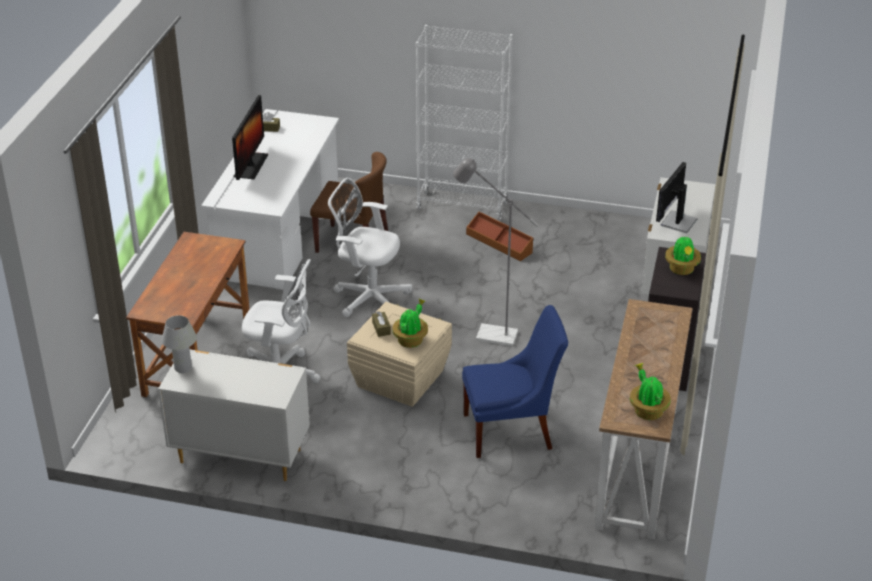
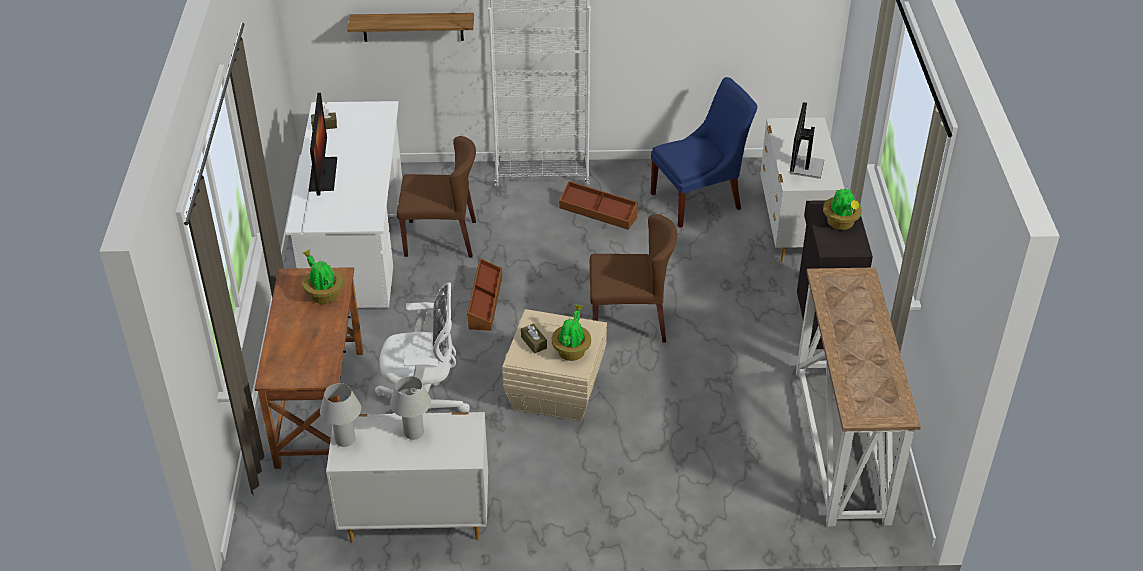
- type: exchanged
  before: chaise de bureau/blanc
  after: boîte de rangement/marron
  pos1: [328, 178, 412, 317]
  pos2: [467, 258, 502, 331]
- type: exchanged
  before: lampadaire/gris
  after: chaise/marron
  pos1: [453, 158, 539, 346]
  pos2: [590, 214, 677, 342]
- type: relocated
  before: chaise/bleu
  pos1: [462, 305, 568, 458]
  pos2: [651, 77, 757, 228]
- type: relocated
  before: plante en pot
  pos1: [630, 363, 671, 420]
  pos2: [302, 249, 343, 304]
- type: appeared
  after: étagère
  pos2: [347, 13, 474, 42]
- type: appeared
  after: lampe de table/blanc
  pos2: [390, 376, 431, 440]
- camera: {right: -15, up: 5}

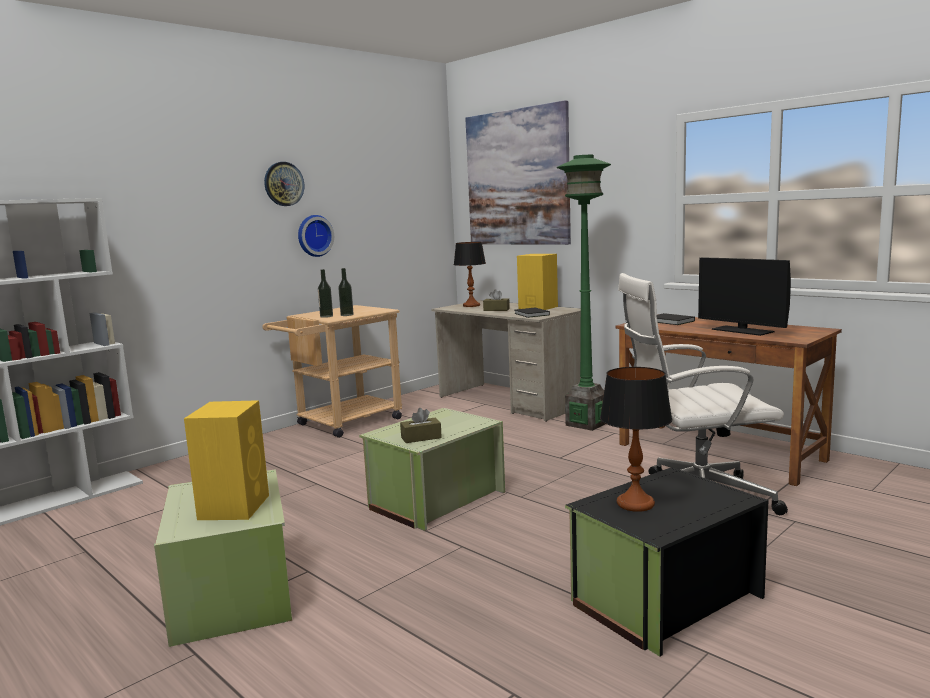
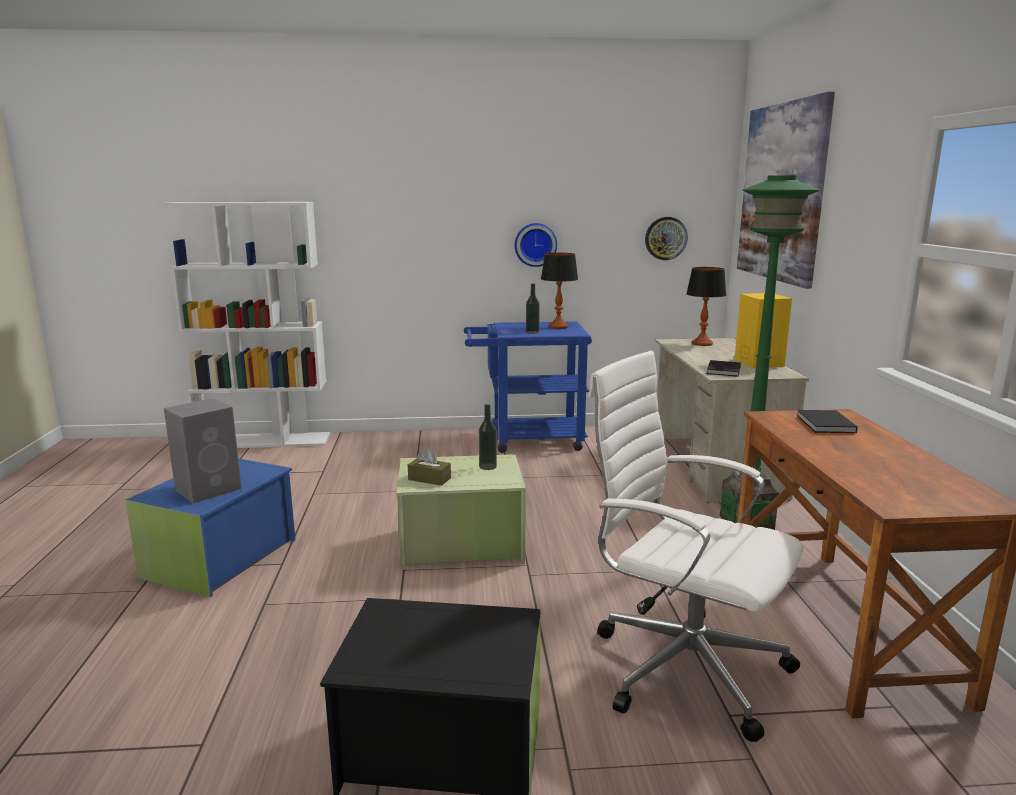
- type: colour
  before: boîte de rangement/vert
  after: boîte de rangement/bleu
  pos1: [154, 469, 292, 647]
  pos2: [125, 459, 295, 598]
- type: colour
  before: enceinte/jaune
  after: enceinte/gris
  pos1: [184, 400, 269, 520]
  pos2: [164, 398, 242, 504]
- type: colour
  before: chariot/beige
  after: chariot/bleu
  pos1: [262, 305, 402, 438]
  pos2: [464, 322, 592, 453]
- type: relocated
  before: horloge murale
  pos1: [264, 162, 304, 206]
  pos2: [645, 217, 688, 260]
- type: relocated
  before: bouteille
  pos1: [318, 269, 333, 318]
  pos2: [479, 404, 497, 470]
- type: missing
  before: boîte à mouchoirs/marron
  pos1: [483, 289, 510, 311]
- type: relocated
  before: lampe de table
  pos1: [600, 367, 672, 512]
  pos2: [541, 253, 578, 329]
- type: missing
  before: écran d'ordinateur
  pos1: [698, 257, 791, 336]
- camera: {right: 40, up: 5}

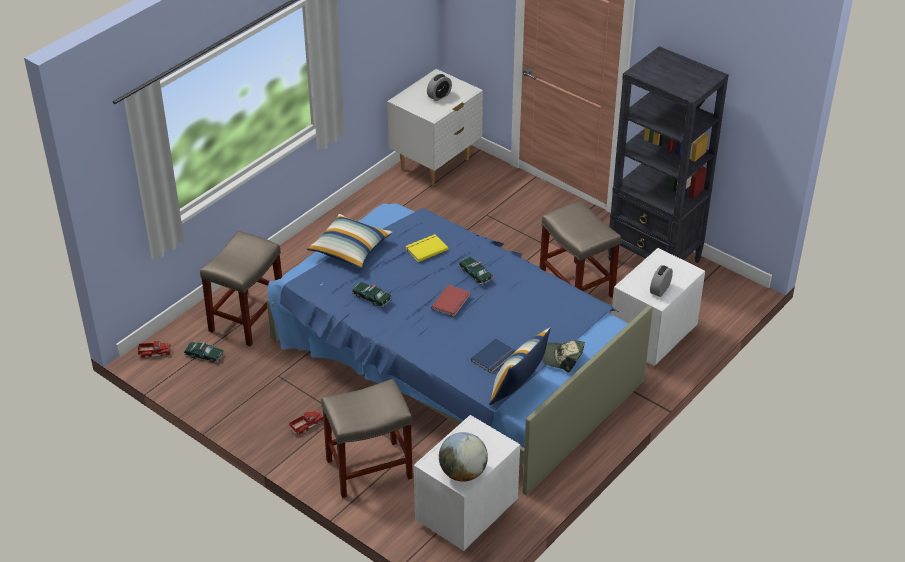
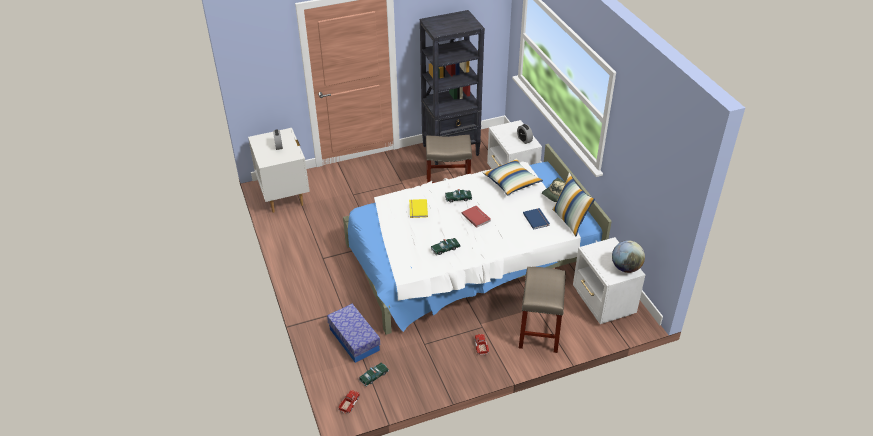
- type: exchanged
  before: tabouret/beige
  after: boîte de rangement
  pos1: [200, 231, 282, 347]
  pos2: [327, 304, 380, 363]
- type: colour
  before: lit/bleu
  after: lit/blanc
  pos1: [267, 203, 653, 496]
  pos2: [343, 144, 612, 335]
- type: relocated
  before: coussin
  pos1: [307, 214, 393, 269]
  pos2: [482, 158, 543, 196]
- camera: {right: -60, up: 0}

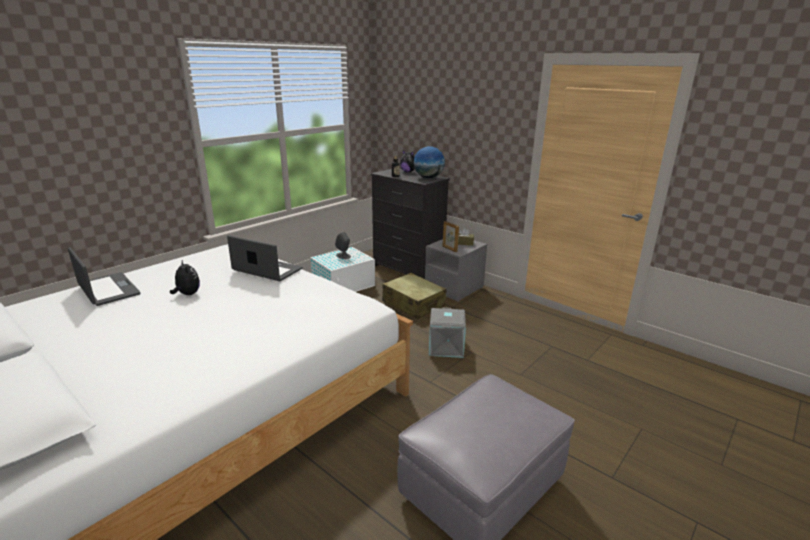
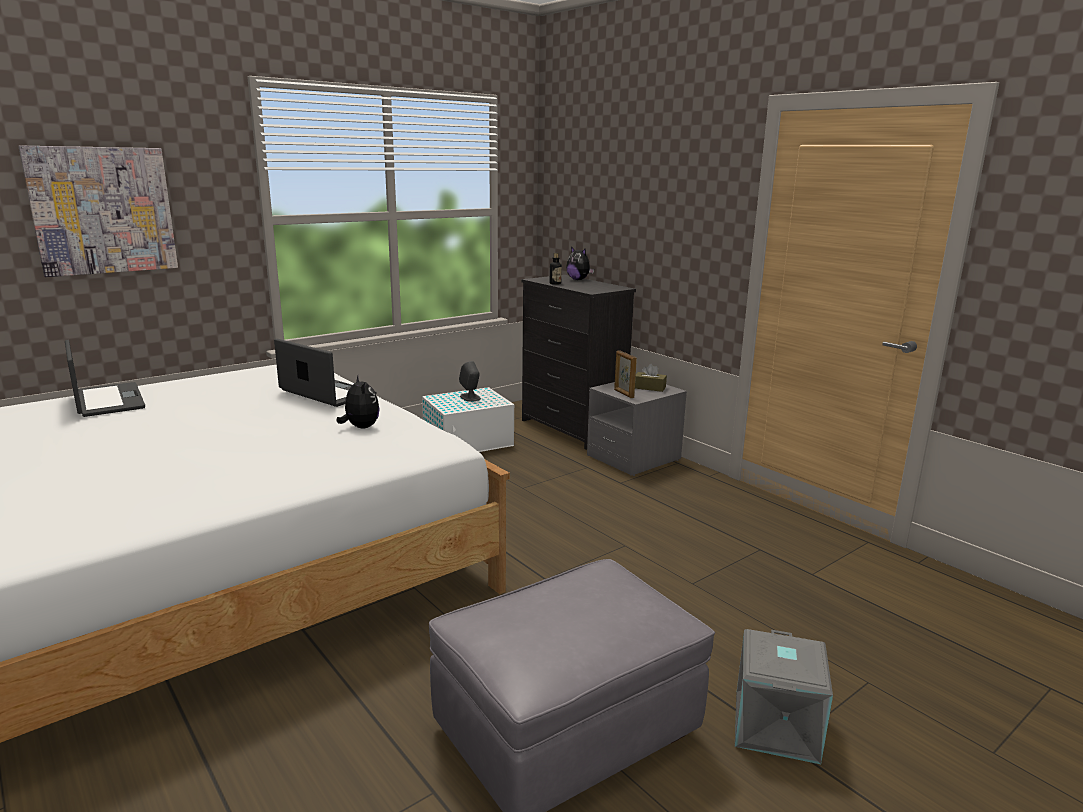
- type: relocated
  before: peluche
  pos1: [170, 260, 200, 295]
  pos2: [337, 376, 379, 429]
- type: missing
  before: valise/beige
  pos1: [382, 273, 447, 319]
- type: missing
  before: globe
  pos1: [414, 146, 445, 178]
- type: relocated
  before: boîte de rangement/gris
  pos1: [429, 307, 466, 358]
  pos2: [735, 629, 833, 764]
- type: appeared
  after: tableau
  pos2: [18, 145, 178, 277]
- camera: {right: 10, up: -5}

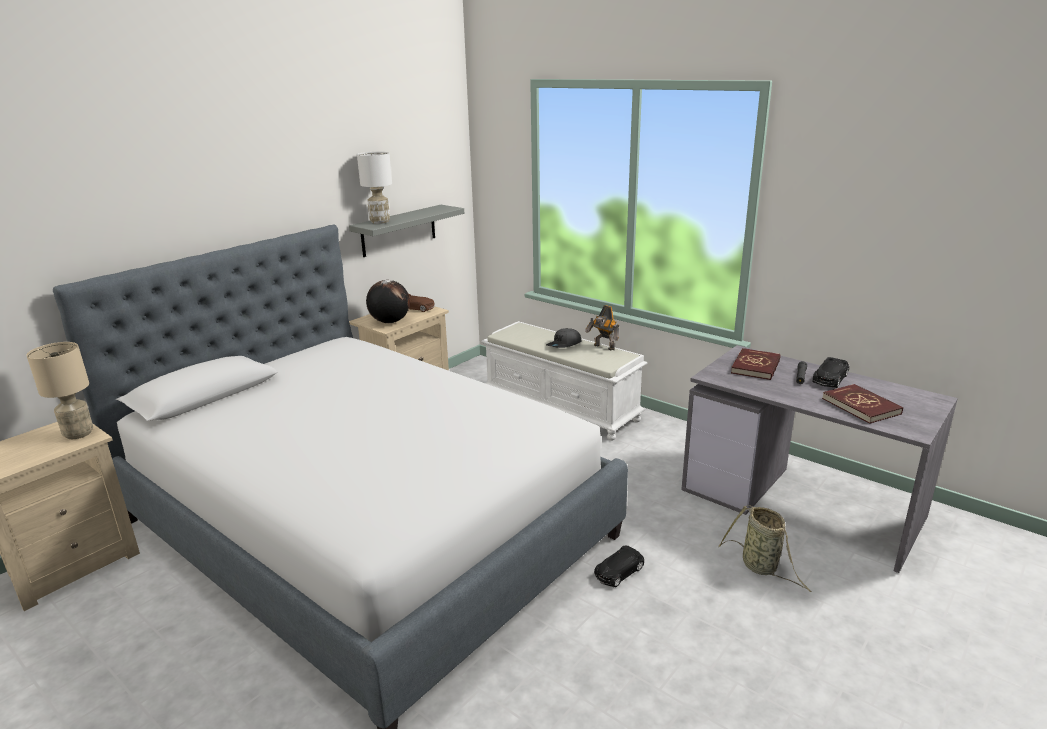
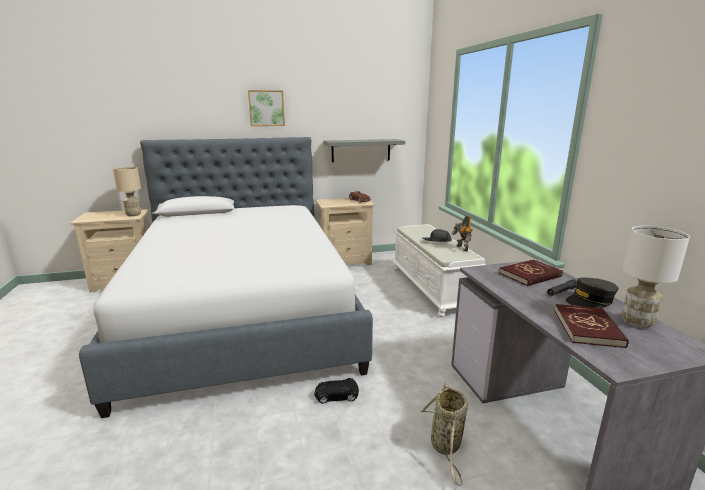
- type: relocated
  before: lampe de table/blanc
  pos1: [357, 152, 392, 224]
  pos2: [622, 226, 690, 328]
- type: missing
  before: globe
  pos1: [366, 280, 410, 323]
- type: exchanged
  before: petite voiture/noir
  after: casquette/gris
  pos1: [812, 357, 849, 388]
  pos2: [566, 278, 618, 308]
- type: appeared
  after: tableau
  pos2: [248, 90, 285, 126]
- camera: {right: 35, up: -5}

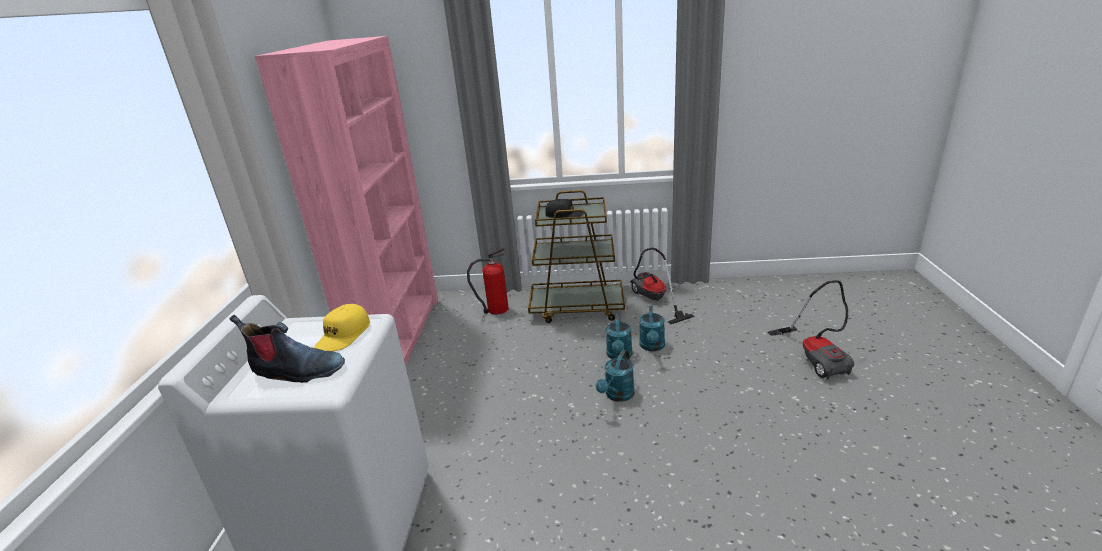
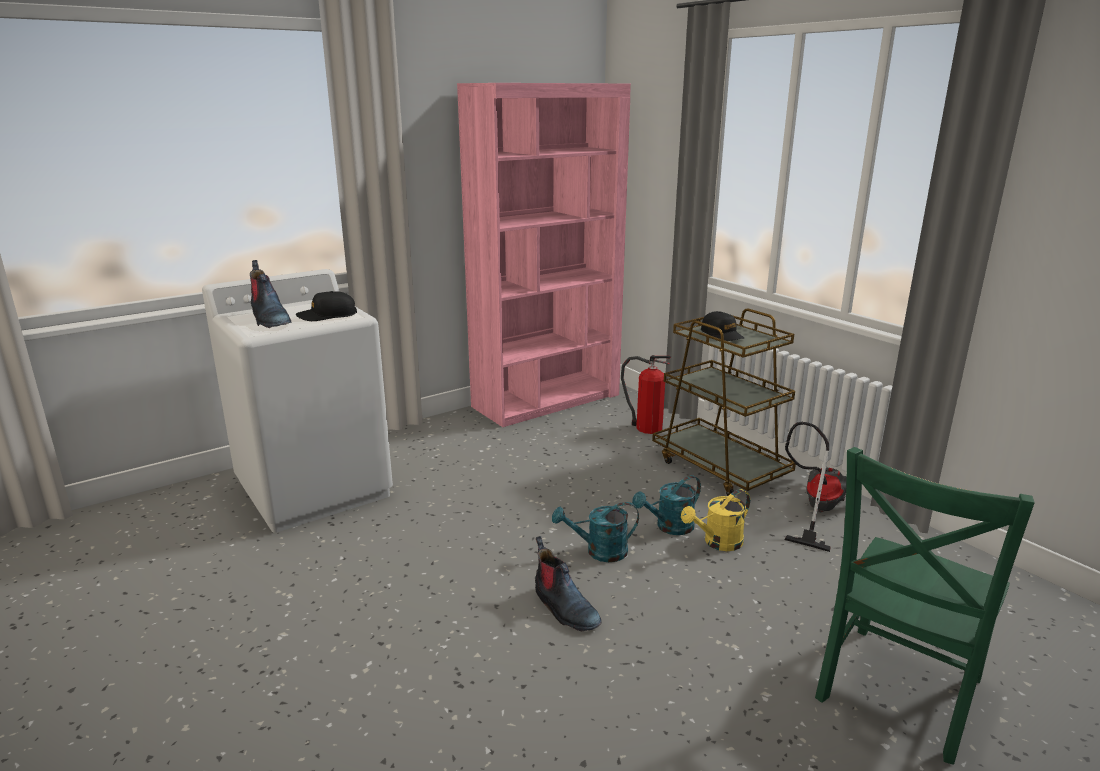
- type: colour
  before: casquette/jaune
  after: casquette/noir
  pos1: [314, 304, 370, 351]
  pos2: [296, 291, 357, 321]
- type: colour
  before: arrosoir/turquoise
  after: arrosoir/jaune
  pos1: [639, 306, 665, 352]
  pos2: [681, 489, 750, 551]
- type: exchanged
  before: aspirateur
  after: chaise/vert
  pos1: [768, 280, 854, 380]
  pos2: [815, 447, 1035, 765]
- type: appeared
  after: botte
  pos2: [535, 536, 602, 631]
- camera: {right: 50, up: -5}

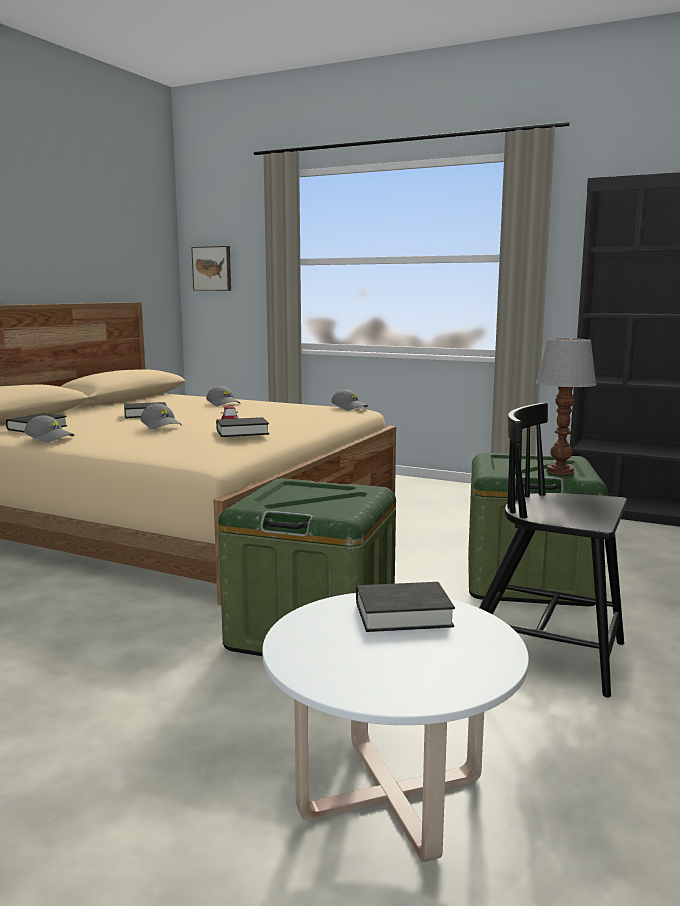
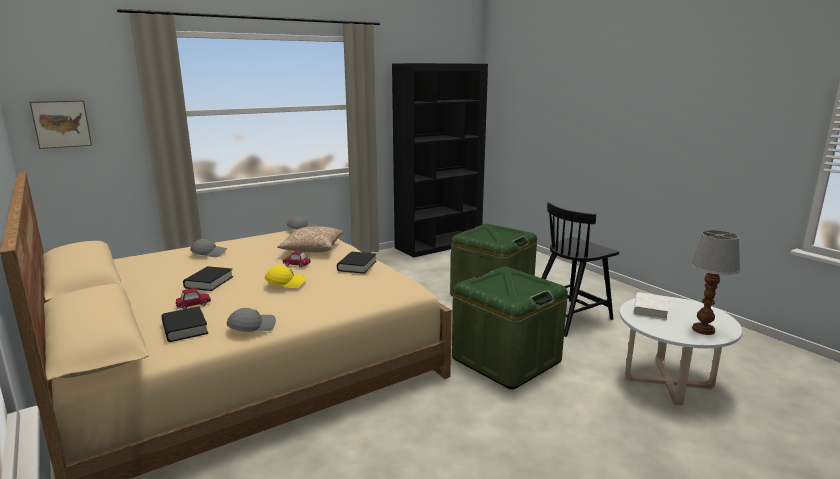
- type: colour
  before: casquette/gris
  after: casquette/jaune
  pos1: [140, 404, 182, 429]
  pos2: [265, 265, 306, 288]
- type: colour
  before: livre/noir
  after: livre/blanc
  pos1: [356, 582, 455, 632]
  pos2: [634, 292, 669, 320]
- type: relocated
  before: lampe de table
  pos1: [536, 338, 597, 475]
  pos2: [690, 230, 741, 335]
- type: appeared
  after: petite voiture
  pos2: [176, 288, 211, 309]
- type: appeared
  after: coussin
  pos2: [277, 226, 343, 252]
- camera: {right: -60, up: 5}

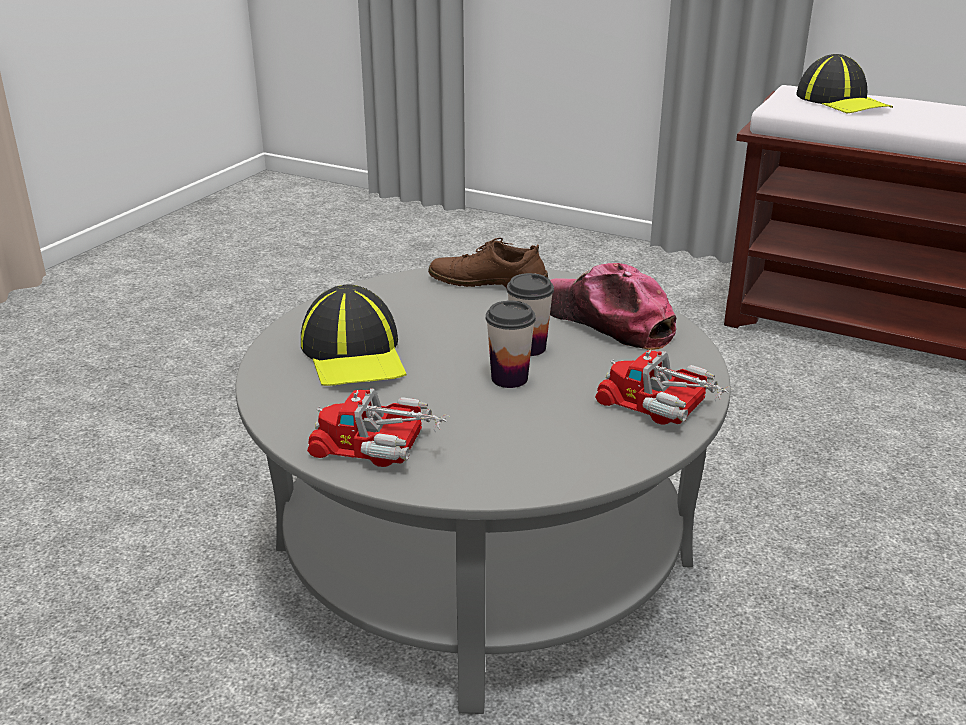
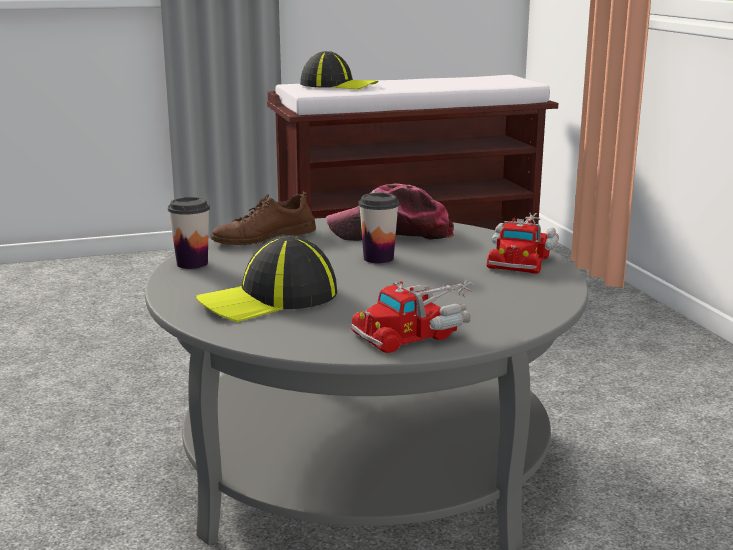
- type: spun
  before: casquette
  pos1: [301, 285, 407, 386]
  pos2: [196, 235, 337, 322]
  turn: 120
- type: relocated
  before: tasse
  pos1: [486, 300, 536, 388]
  pos2: [168, 197, 210, 269]
- type: spun
  before: camion jouet
  pos1: [595, 350, 732, 424]
  pos2: [487, 213, 559, 274]
  turn: -60
- camera: {right: -45, up: -10}

